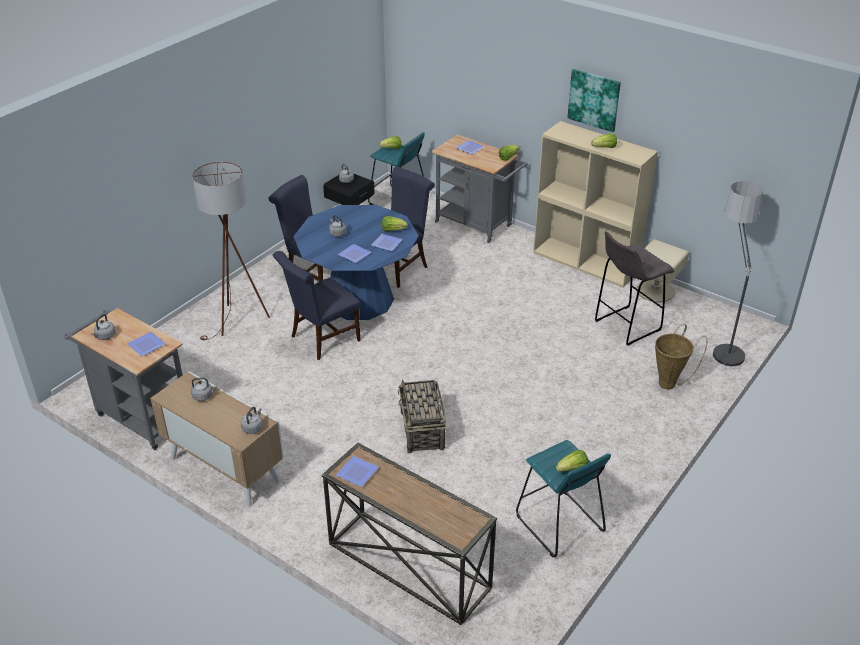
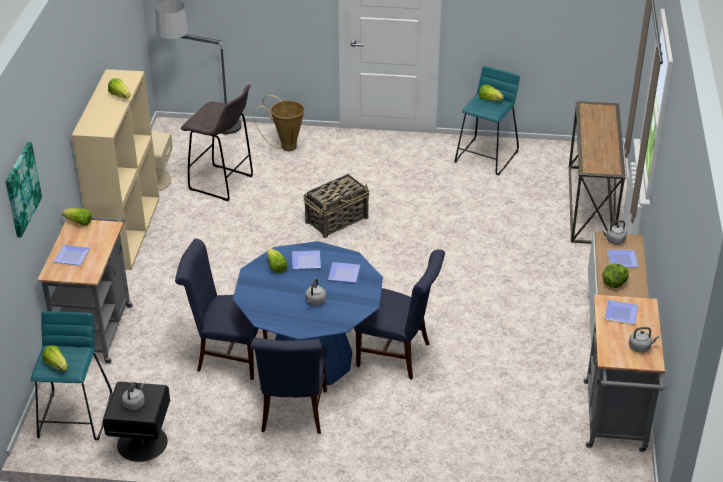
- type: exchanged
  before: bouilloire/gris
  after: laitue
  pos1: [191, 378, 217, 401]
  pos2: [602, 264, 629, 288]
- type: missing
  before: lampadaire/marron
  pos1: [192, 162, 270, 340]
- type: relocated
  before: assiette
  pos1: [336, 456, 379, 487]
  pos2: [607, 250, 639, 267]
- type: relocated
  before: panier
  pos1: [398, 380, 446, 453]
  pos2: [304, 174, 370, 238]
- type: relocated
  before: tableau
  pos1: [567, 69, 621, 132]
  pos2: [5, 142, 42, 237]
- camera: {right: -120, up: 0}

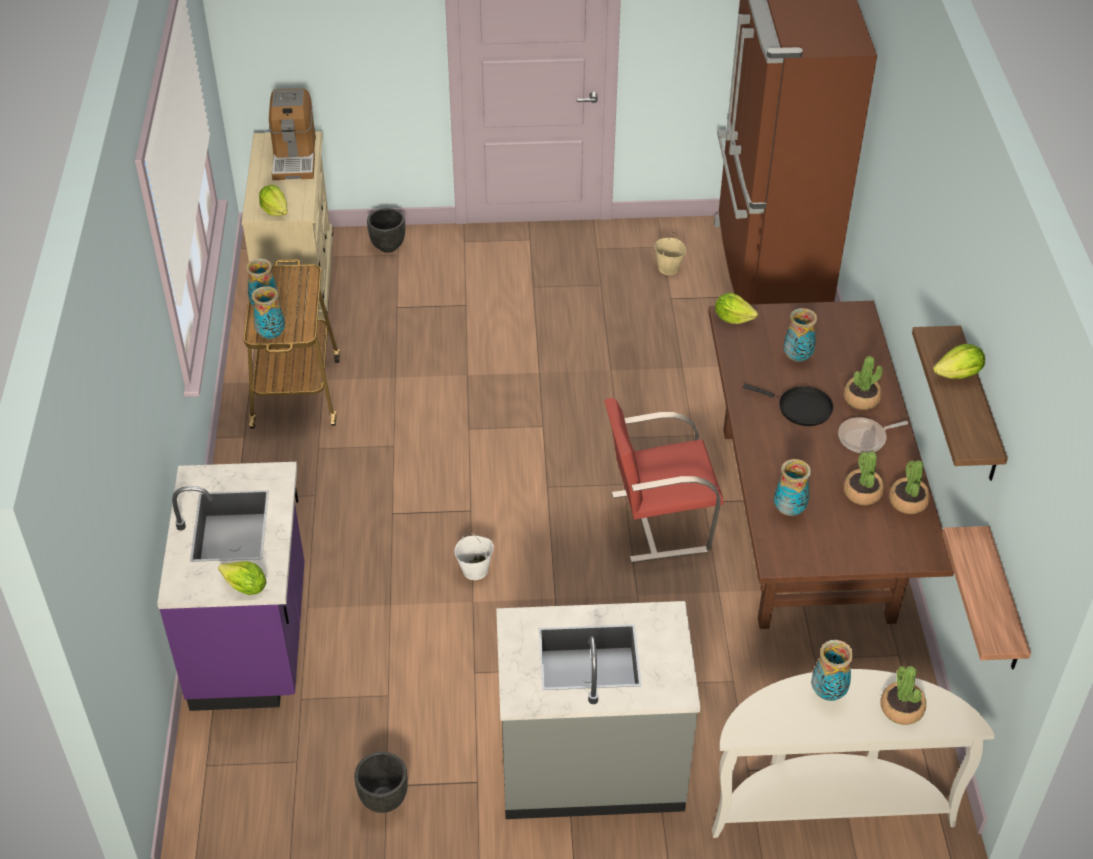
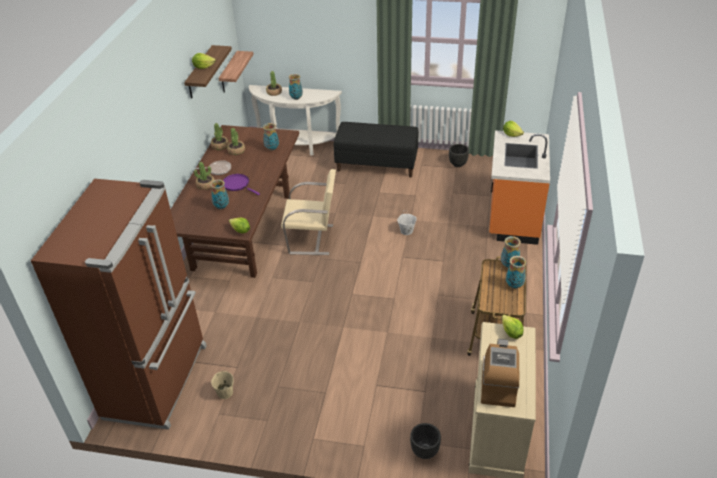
- type: colour
  before: comptoir de cuisine/violet
  after: comptoir de cuisine/orange
  pos1: [157, 462, 305, 711]
  pos2: [489, 130, 550, 245]
- type: exchanged
  before: comptoir de cuisine/gris
  after: banc/noir
  pos1: [496, 601, 700, 819]
  pos2: [334, 122, 419, 177]
- type: colour
  before: chaise/rouge
  after: chaise/beige
  pos1: [604, 398, 724, 563]
  pos2: [281, 169, 336, 255]
- type: colour
  before: poêle/noir
  after: poêle/violet
  pos1: [743, 384, 833, 426]
  pos2: [223, 174, 260, 195]
- camera: {right: -165, up: -5}

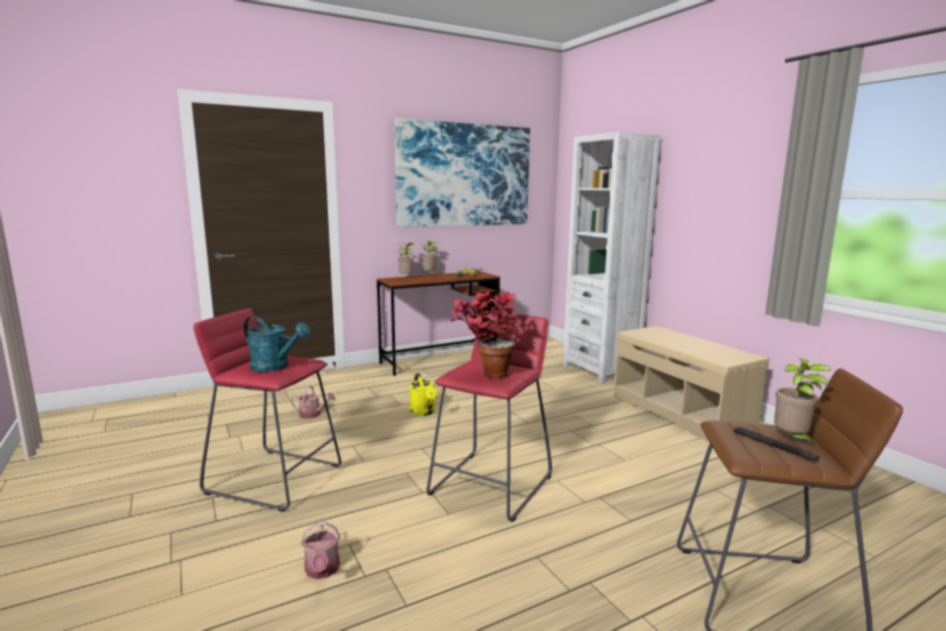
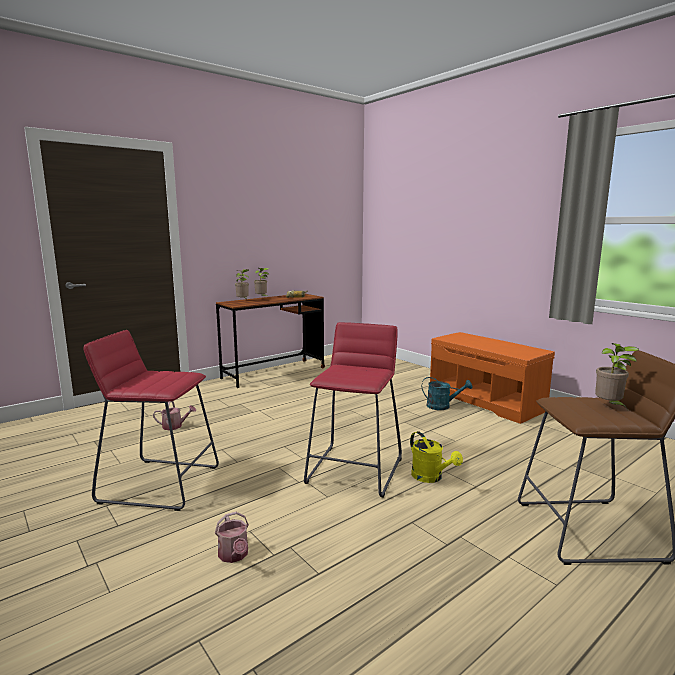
- type: relocated
  before: arrosoir/turquoise
  pos1: [243, 316, 311, 372]
  pos2: [422, 377, 473, 410]
- type: missing
  before: tableau
  pos1: [394, 118, 530, 227]
- type: relocated
  before: arrosoir/jaune
  pos1: [409, 373, 438, 416]
  pos2: [410, 431, 463, 483]
- type: missing
  before: plante en pot
  pos1: [451, 291, 517, 379]
- type: missing
  before: bibliothèque/blanc
  pos1: [563, 132, 661, 383]
- type: colour
  before: banc/beige
  after: banc/orange
  pos1: [613, 326, 769, 442]
  pos2: [430, 332, 555, 424]
- type: missing
  before: lampe de poche/noir
  pos1: [734, 427, 820, 461]
- camera: {right: -10, up: 0}

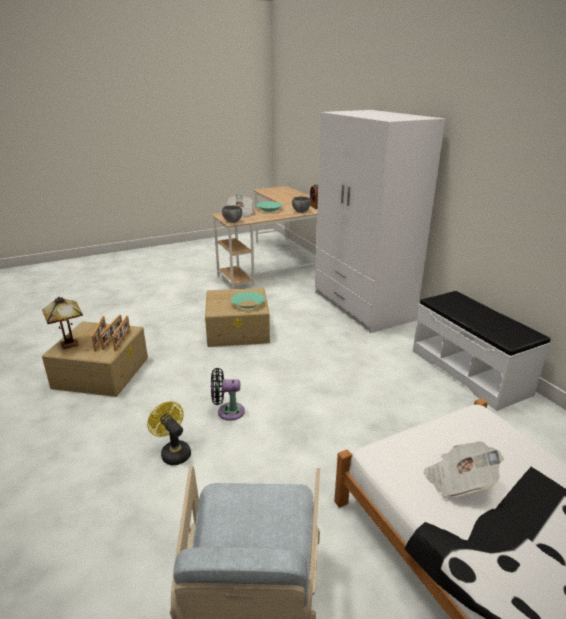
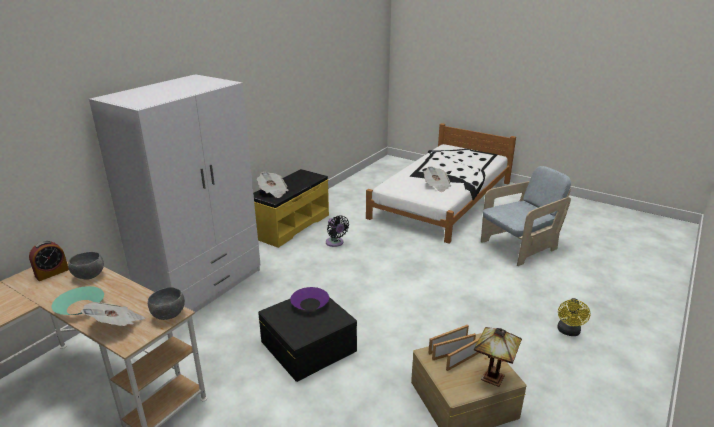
- type: relocated
  before: ventilateur/jaune
  pos1: [147, 401, 191, 465]
  pos2: [557, 298, 591, 336]
- type: colour
  before: boîte de rangement/beige
  after: boîte de rangement/noir
  pos1: [205, 288, 270, 347]
  pos2: [258, 287, 357, 382]
- type: relocated
  before: ventilateur/noir
  pos1: [211, 368, 245, 421]
  pos2: [326, 215, 349, 247]
- type: colour
  before: bol/turquoise
  after: bol/violet
  pos1: [231, 292, 265, 309]
  pos2: [290, 287, 329, 310]
- type: colour
  before: banc/blanc
  after: banc/jaune
  pos1: [413, 291, 551, 411]
  pos2: [253, 169, 329, 248]
- type: appeared
  after: journal
  pos2: [257, 172, 288, 198]
- camera: {right: -120, up: 0}

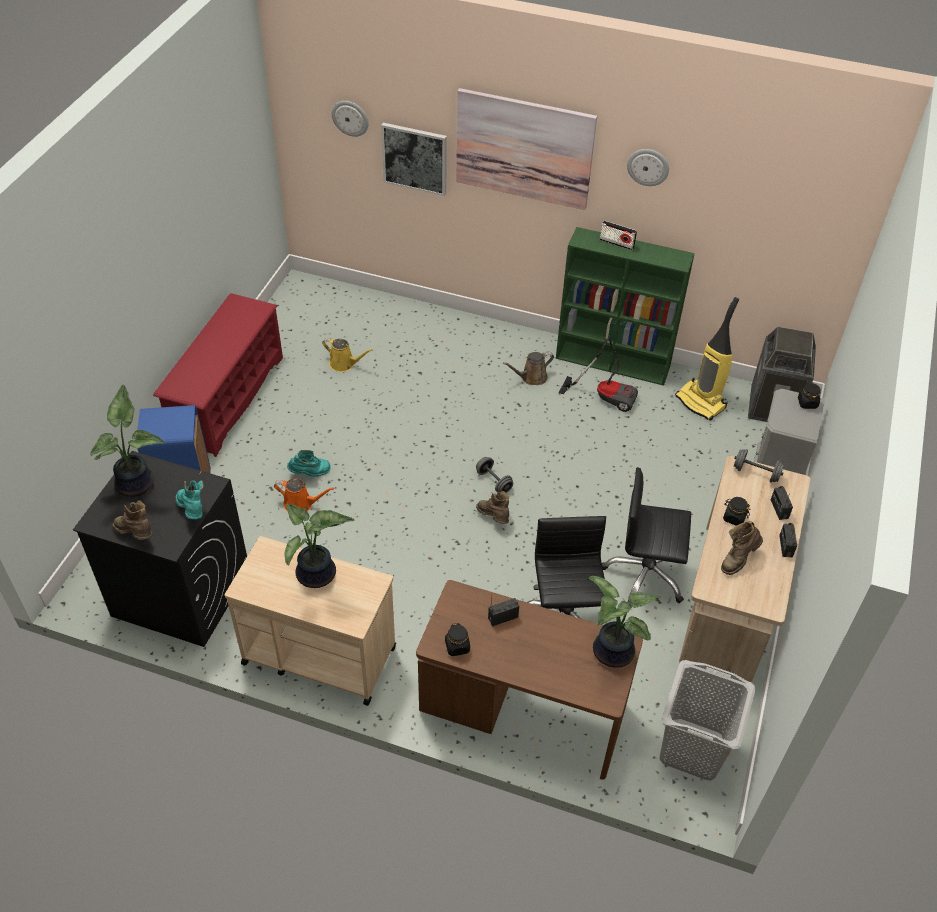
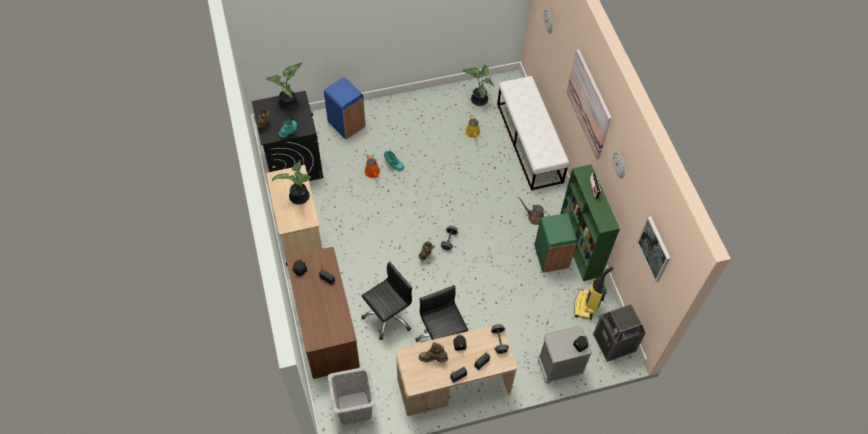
- type: missing
  before: étagère à chaussures/rouge
  pos1: [153, 293, 283, 457]
- type: relocated
  before: tableau
  pos1: [381, 123, 447, 196]
  pos2: [637, 216, 671, 283]
- type: exchanged
  before: aspirateur
  after: poubelle/vert
  pos1: [559, 337, 638, 412]
  pos2: [534, 213, 578, 273]
- type: relocated
  before: plante en pot
  pos1: [587, 576, 661, 668]
  pos2: [462, 65, 495, 106]
- type: appeared
  after: banc/blanc
  pos2: [497, 76, 569, 190]
- camera: {right: 55, up: 10}

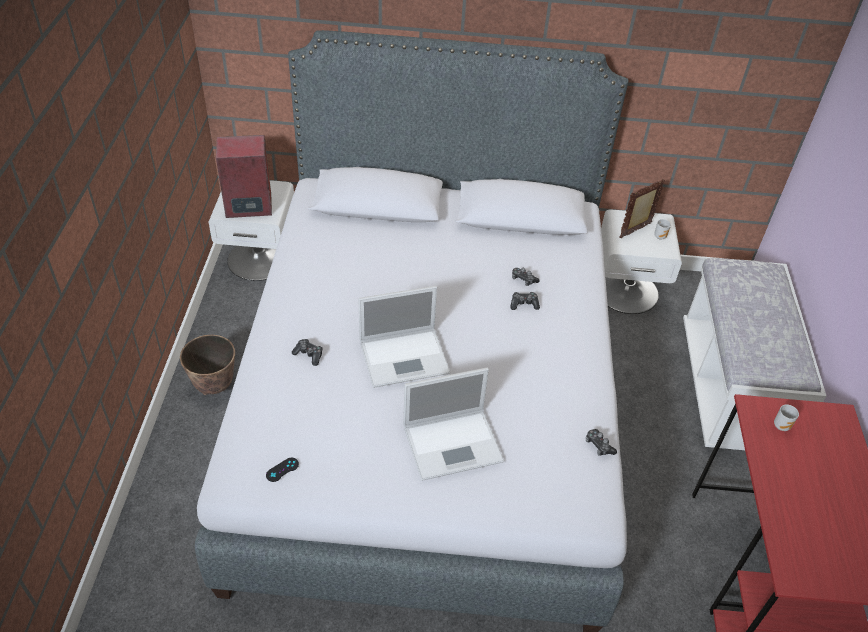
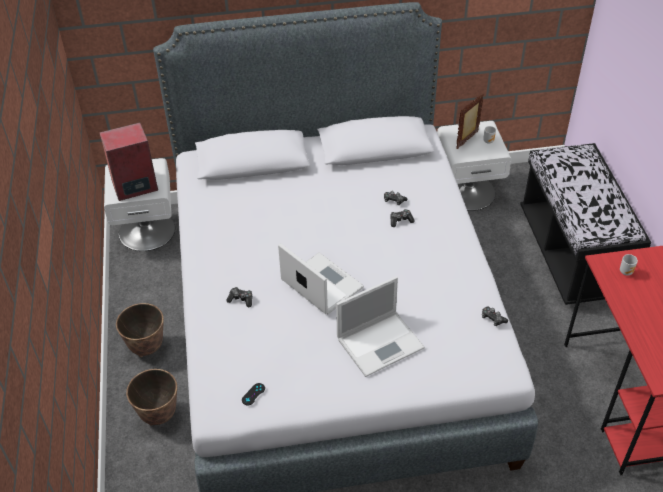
- type: spun
  before: ordinateur portable
  pos1: [358, 286, 451, 388]
  pos2: [278, 243, 364, 314]
  turn: -105
- type: colour
  before: banc/blanc
  after: banc/noir
  pos1: [683, 257, 826, 450]
  pos2: [520, 143, 651, 305]
- type: appeared
  after: cache-pot
  pos2: [126, 369, 177, 425]
- camera: {right: -10, up: 0}

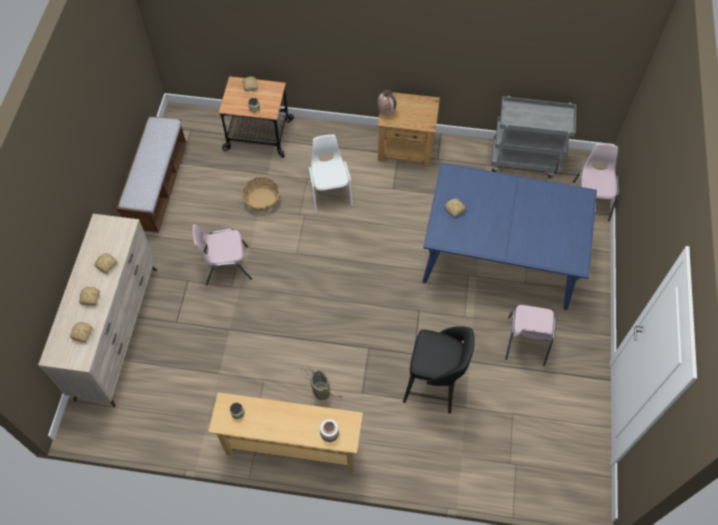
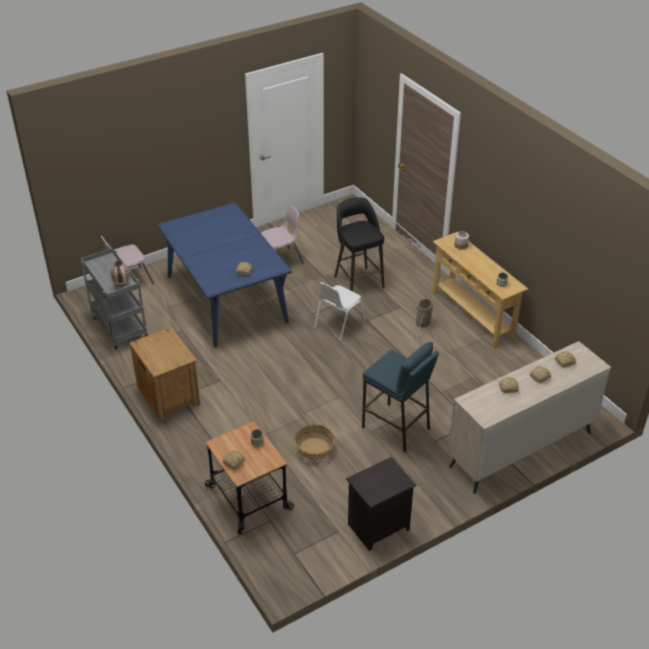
- type: exchanged
  before: banc
  after: table de chevet/noir
  pos1: [117, 116, 187, 233]
  pos2: [346, 457, 416, 551]
- type: exchanged
  before: chaise/rose
  after: tabouret/bleu
  pos1: [193, 224, 252, 285]
  pos2: [362, 342, 439, 452]
- type: relocated
  before: chaise/blanc
  pos1: [309, 134, 353, 213]
  pos2: [314, 282, 366, 341]
- type: relocated
  before: vase
  pos1: [378, 90, 396, 115]
  pos2: [111, 261, 130, 286]
- camera: {right: -130, up: -20}

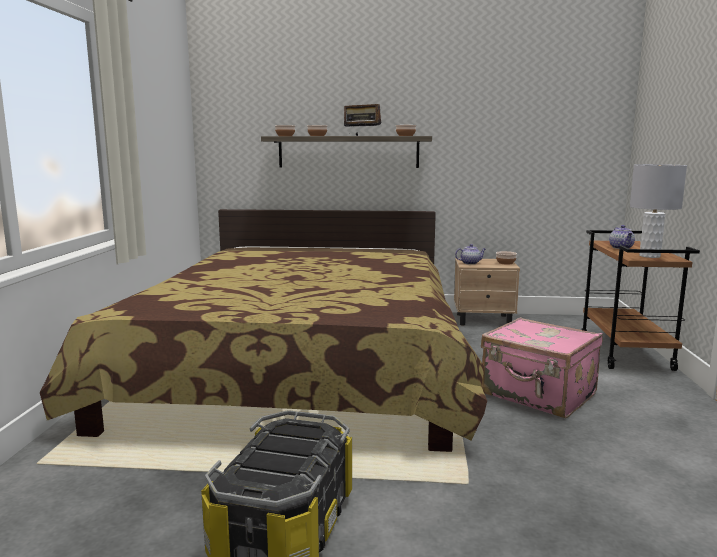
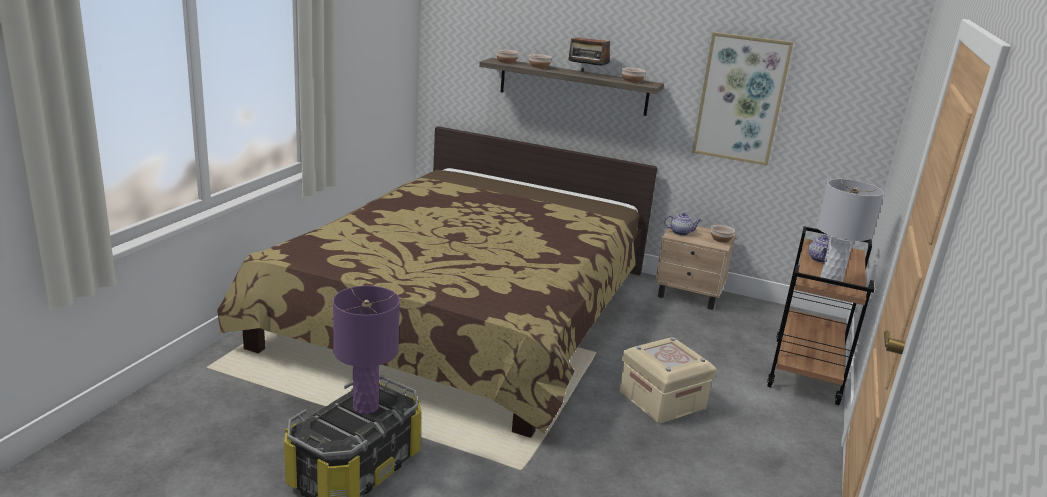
- type: exchanged
  before: valise/rose
  after: boîte de rangement/beige
  pos1: [481, 317, 603, 418]
  pos2: [620, 337, 717, 423]
- type: appeared
  after: lampe de table/violet
  pos2: [333, 286, 400, 414]
- type: appeared
  after: tableau
  pos2: [692, 32, 793, 166]
- camera: {right: 15, up: 10}

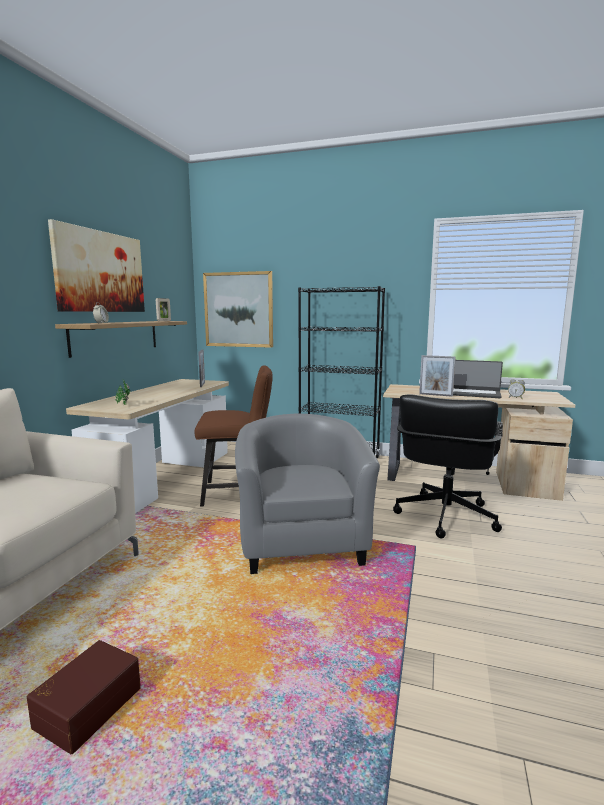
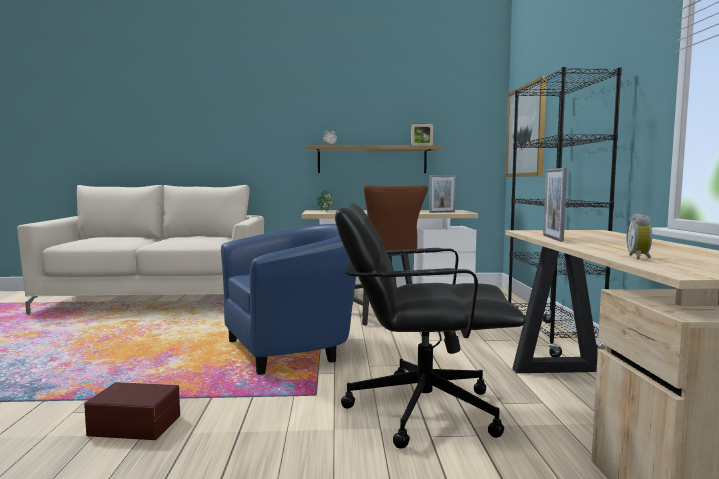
- type: relocated
  before: boîte de rangement/marron
  pos1: [27, 640, 141, 754]
  pos2: [84, 382, 180, 440]
- type: missing
  before: tableau
  pos1: [48, 219, 145, 312]
- type: colour
  before: fauteuil/gris
  after: fauteuil/bleu
  pos1: [235, 414, 380, 574]
  pos2: [221, 224, 356, 375]
- type: missing
  before: ordinateur portable
  pos1: [453, 360, 503, 398]
- camera: {right: 70, up: -5}

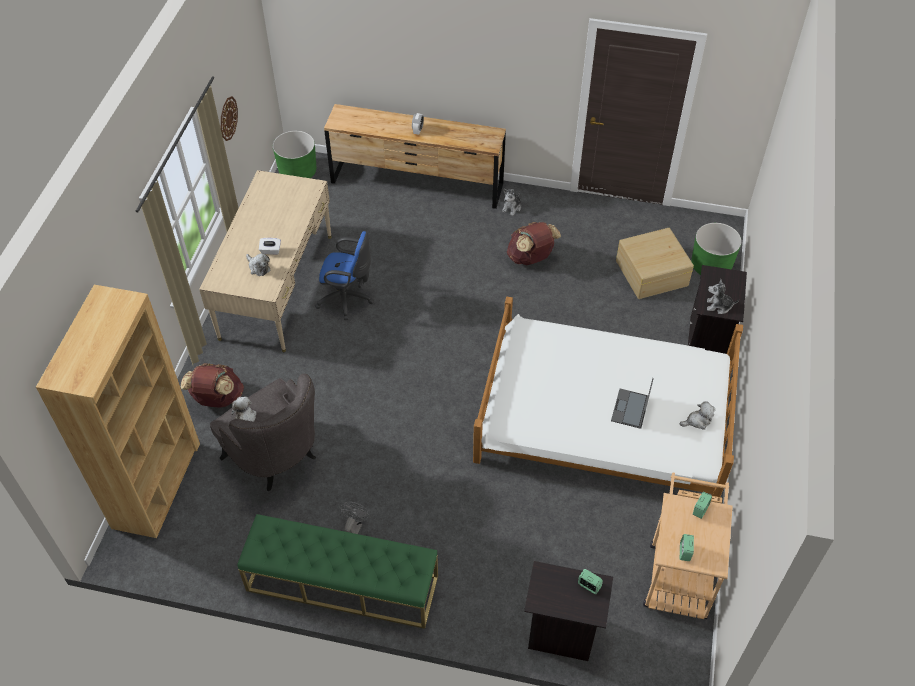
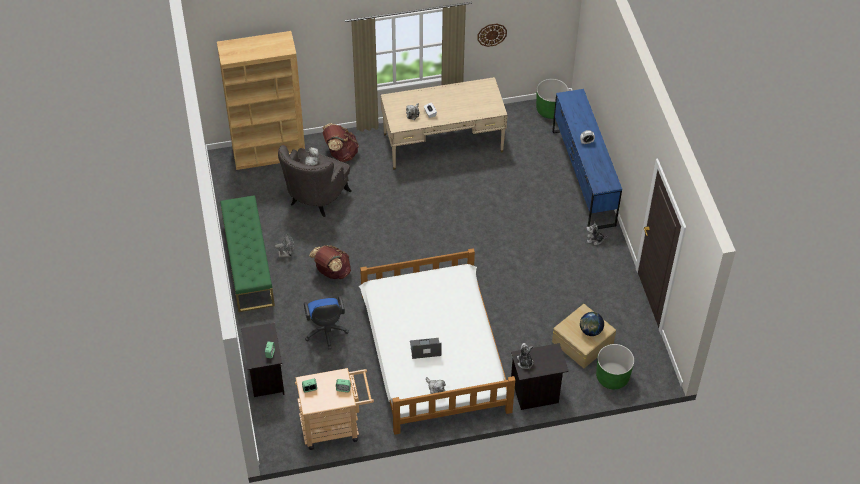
- type: relocated
  before: chaise de bureau/bleu
  pos1: [315, 231, 374, 320]
  pos2: [304, 296, 349, 349]
- type: colour
  before: commode/marron
  after: commode/bleu
  pos1: [324, 104, 506, 209]
  pos2: [552, 89, 622, 229]
- type: relocated
  before: sac à dos/marron
  pos1: [507, 222, 561, 265]
  pos2: [309, 245, 351, 279]
- type: appeared
  after: globe
  pos2: [580, 312, 604, 336]
- camera: {right: 65, up: 0}

